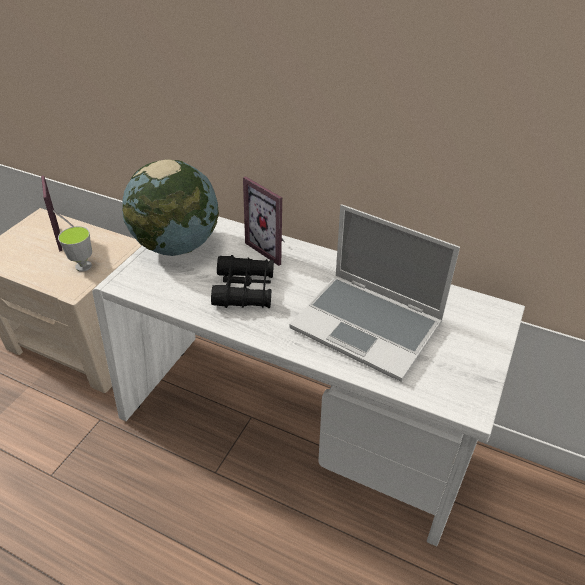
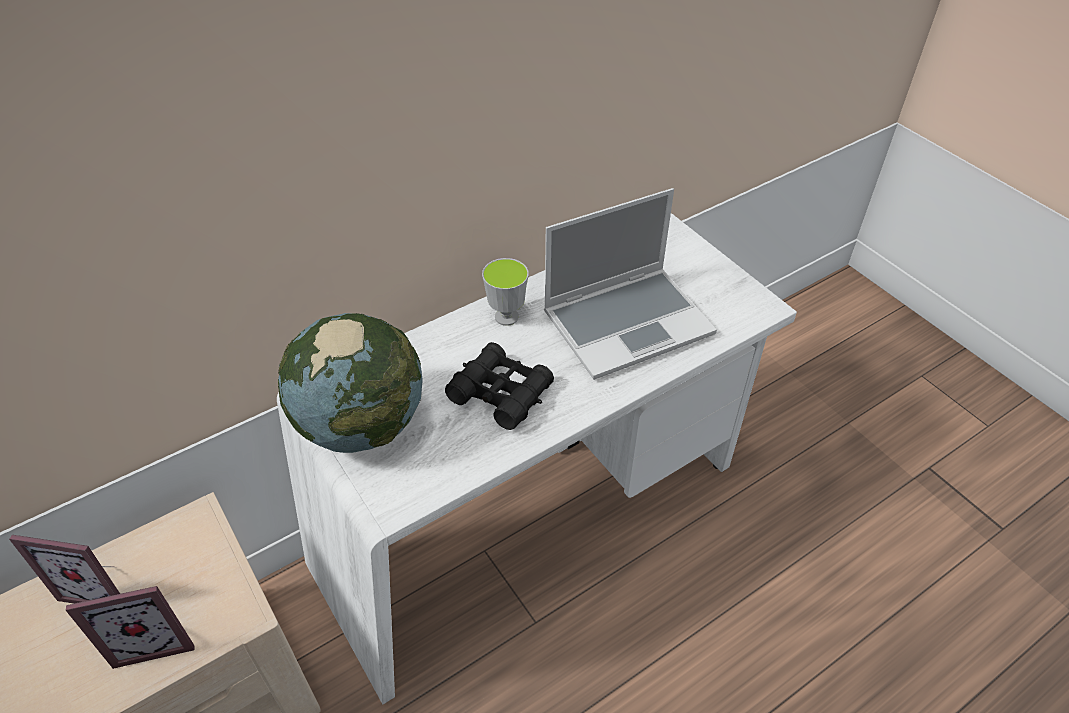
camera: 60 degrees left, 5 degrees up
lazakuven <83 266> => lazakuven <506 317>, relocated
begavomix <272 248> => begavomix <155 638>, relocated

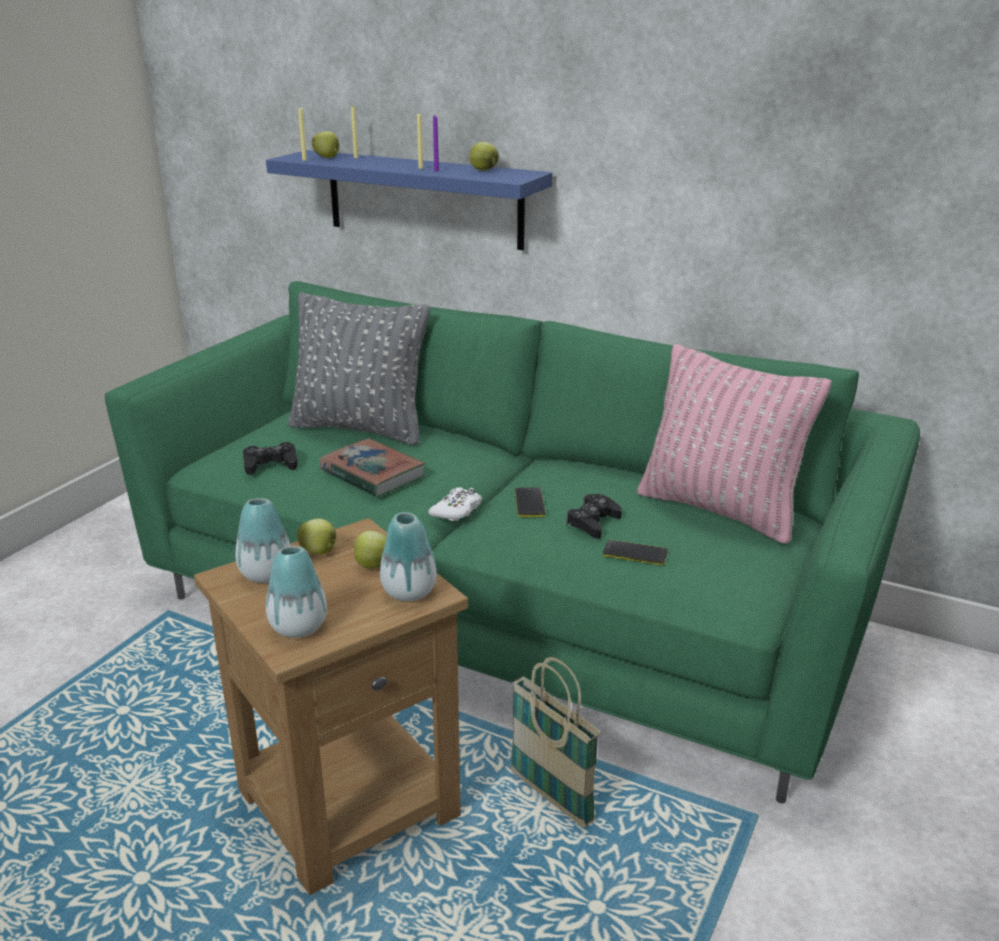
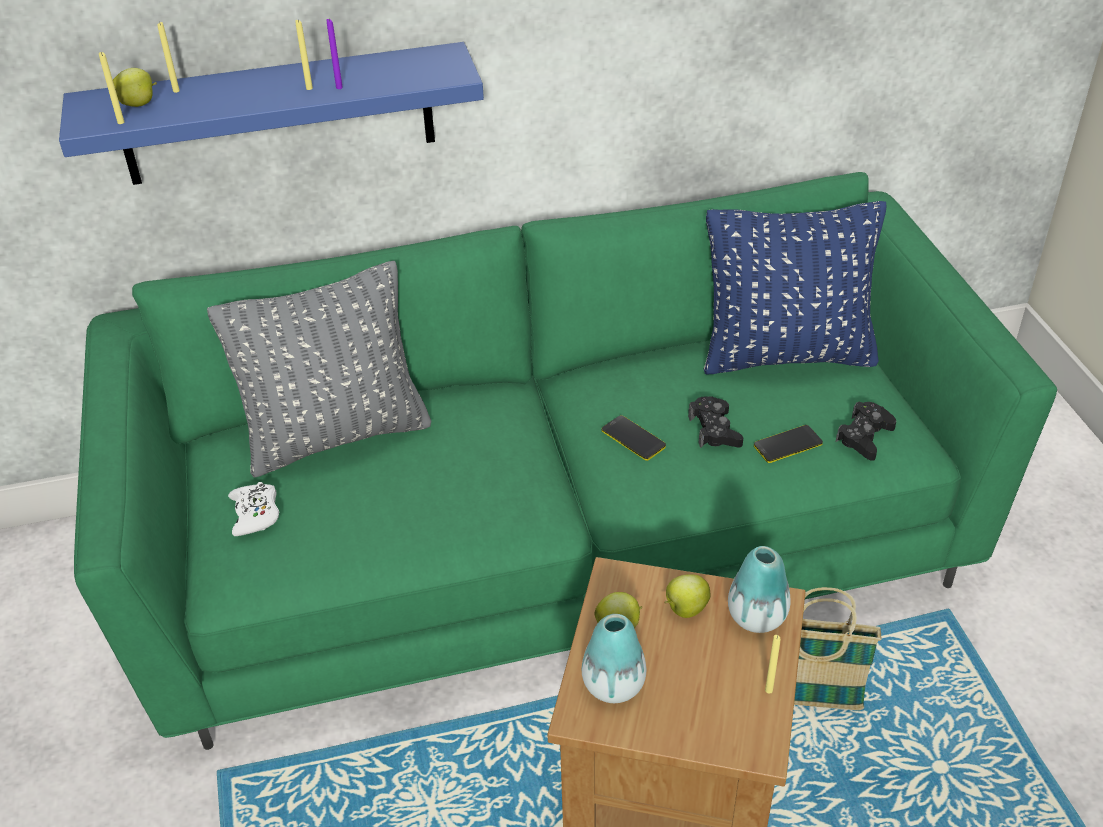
camera: 40 degrees left, 15 degrees up
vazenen <298 627> => nothing
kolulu <372 474> => nothing
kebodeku <483 170> => nothing
nothing => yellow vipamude <768 690>
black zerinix <270 464> => black zerinix <864 436>, relocated
white zerinix <457 511> => white zerinix <255 514>, relocated
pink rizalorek <720 510> => blue rizalorek <786 355>

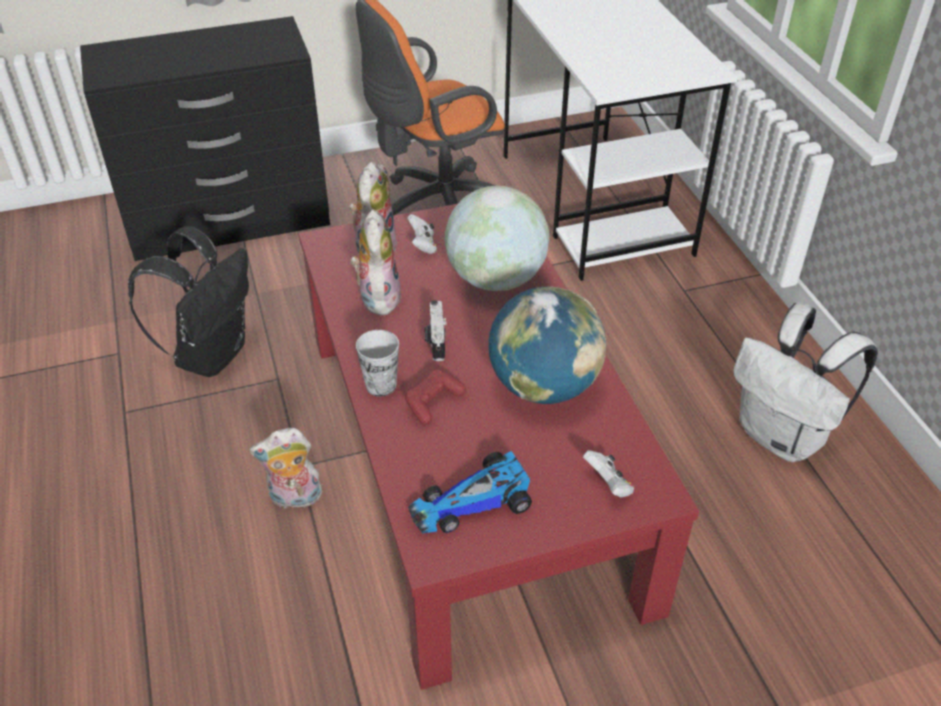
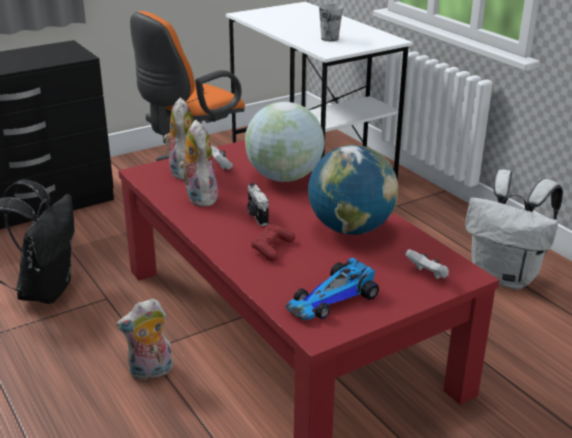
camera: 15 degrees left, 15 degrees down
lazakuven <381 385> => lazakuven <329 38>, relocated

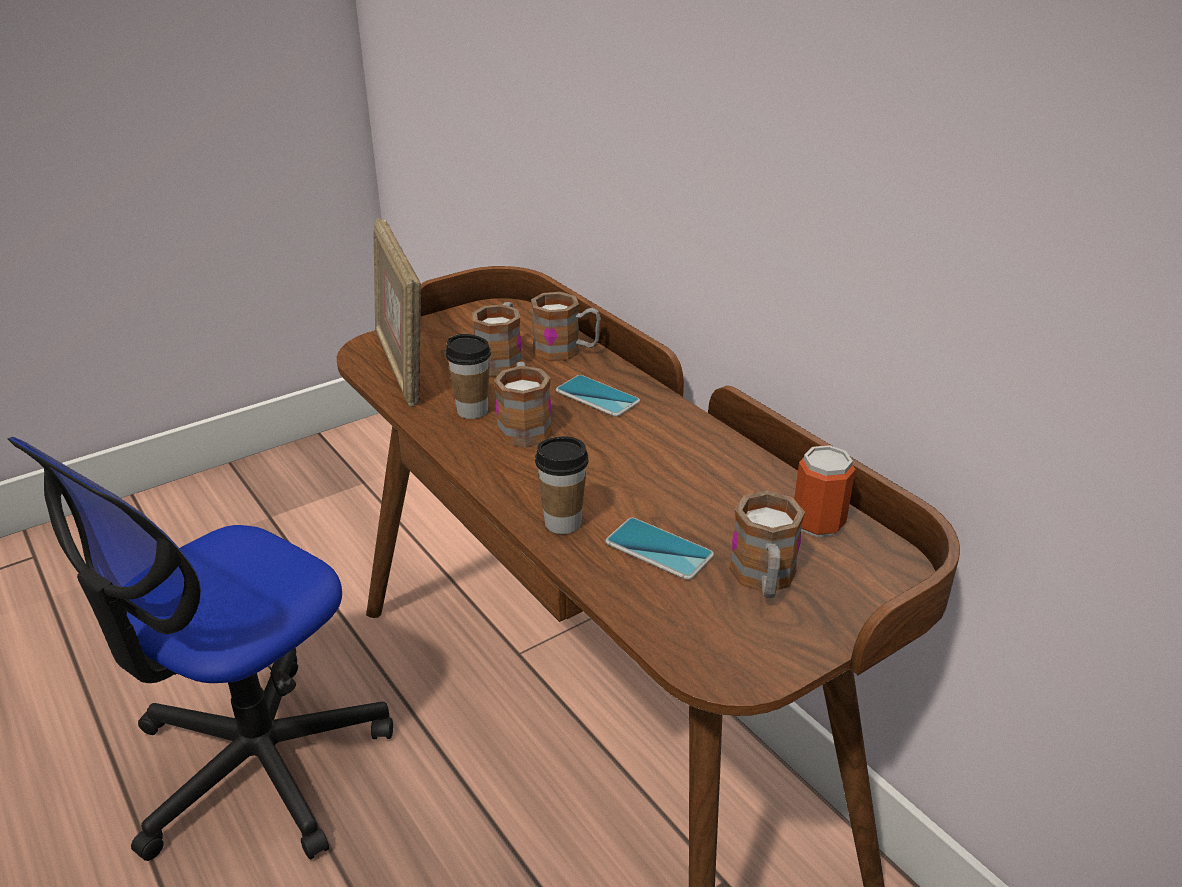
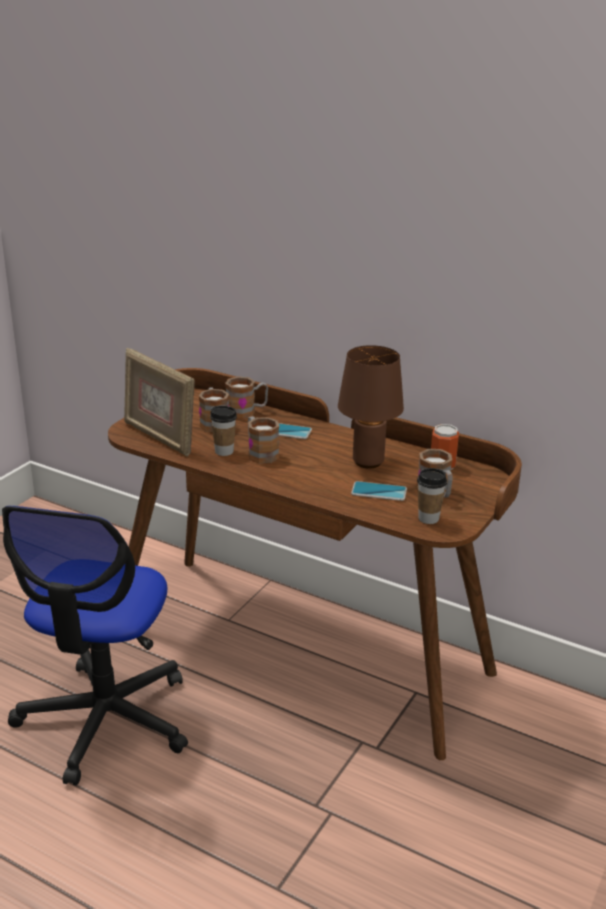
camera: 25 degrees left, 5 degrees down
nothing => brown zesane <367 462>
lazakuven <563 523> => lazakuven <428 518>, relocated

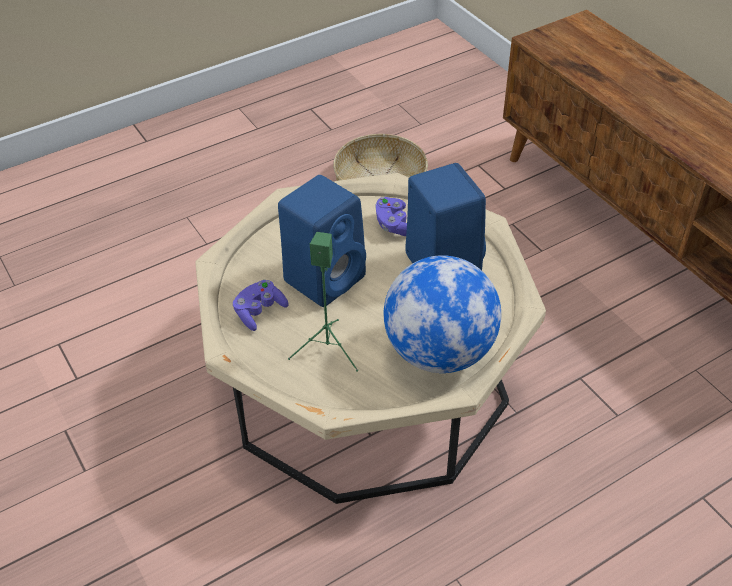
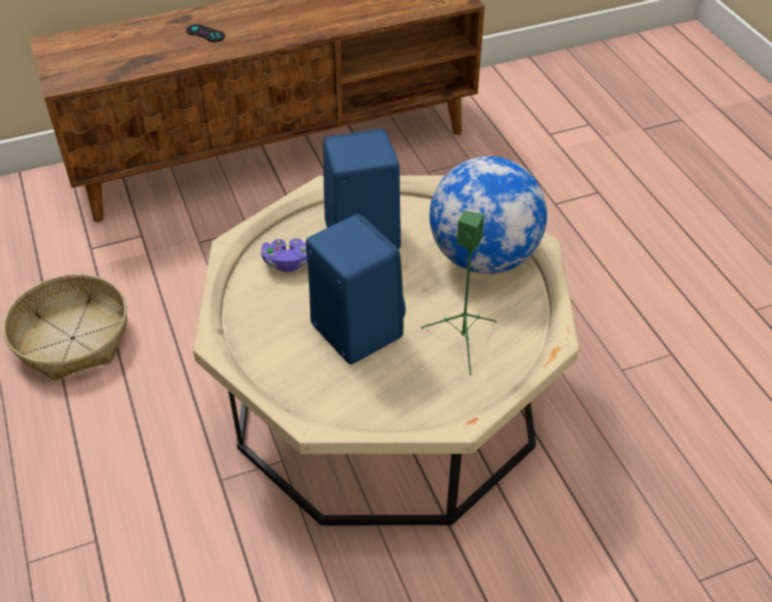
camera: 80 degrees left, 0 degrees up
purple zerinix <259 312> => nothing
nothing => black zerinix <205 33>

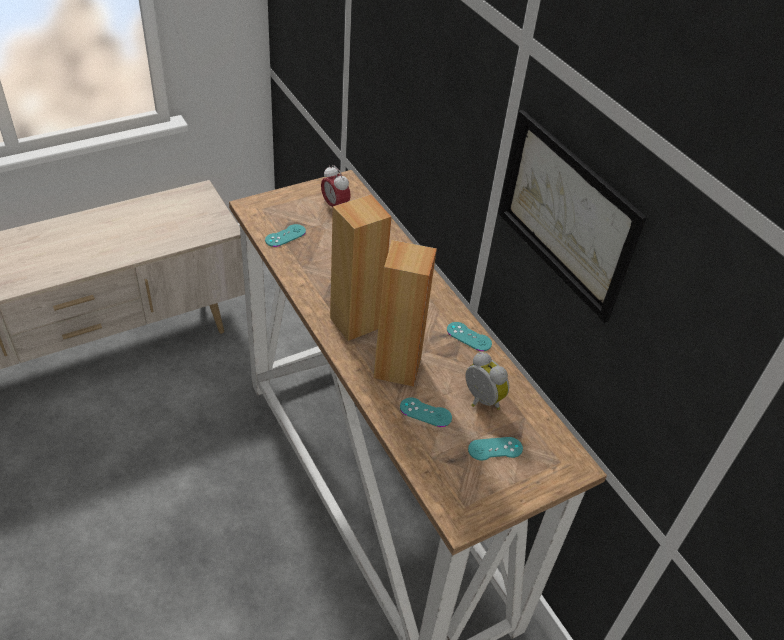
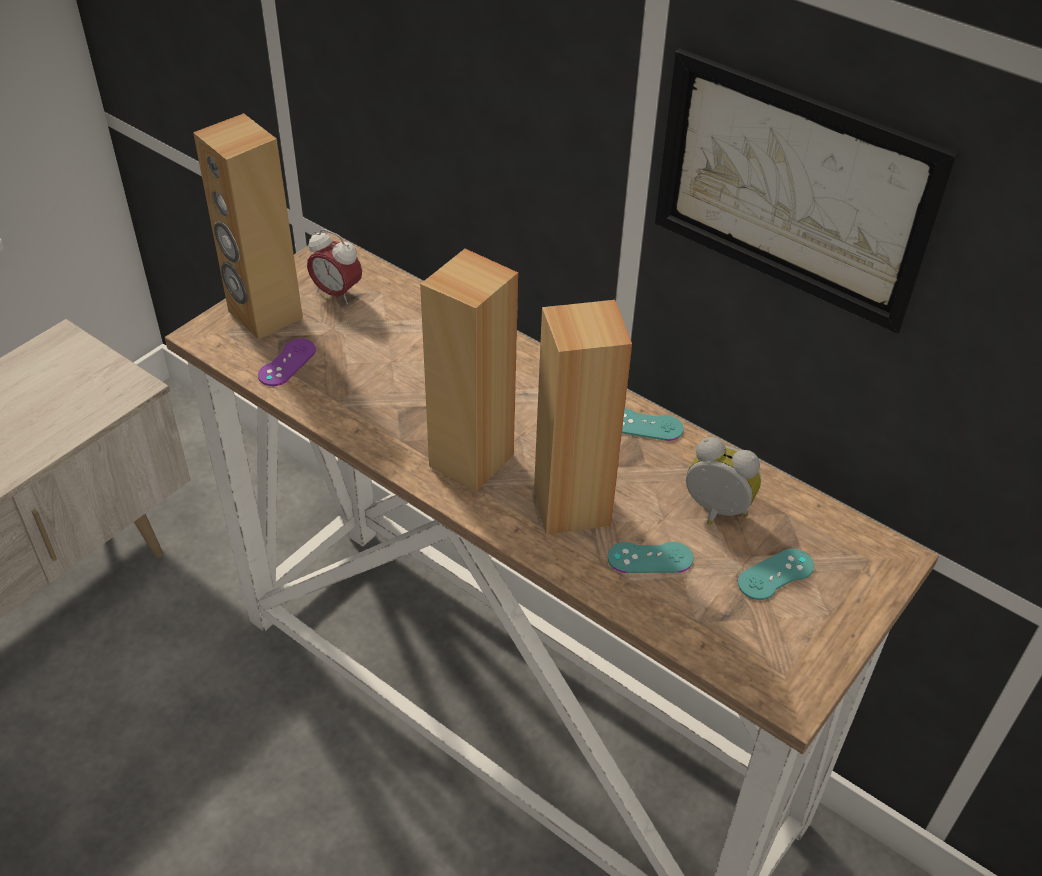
camera: 20 degrees left, 0 degrees up
nothing => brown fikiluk <264 315>
turquoise zerinix <285 236> => purple zerinix <287 362>

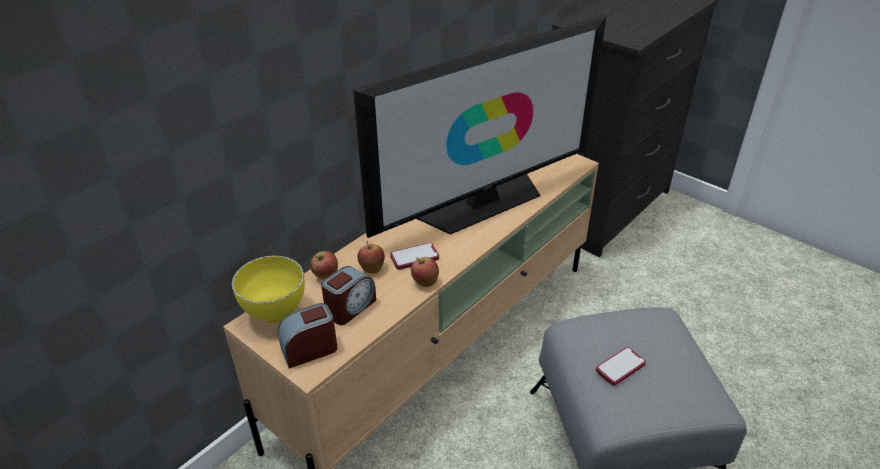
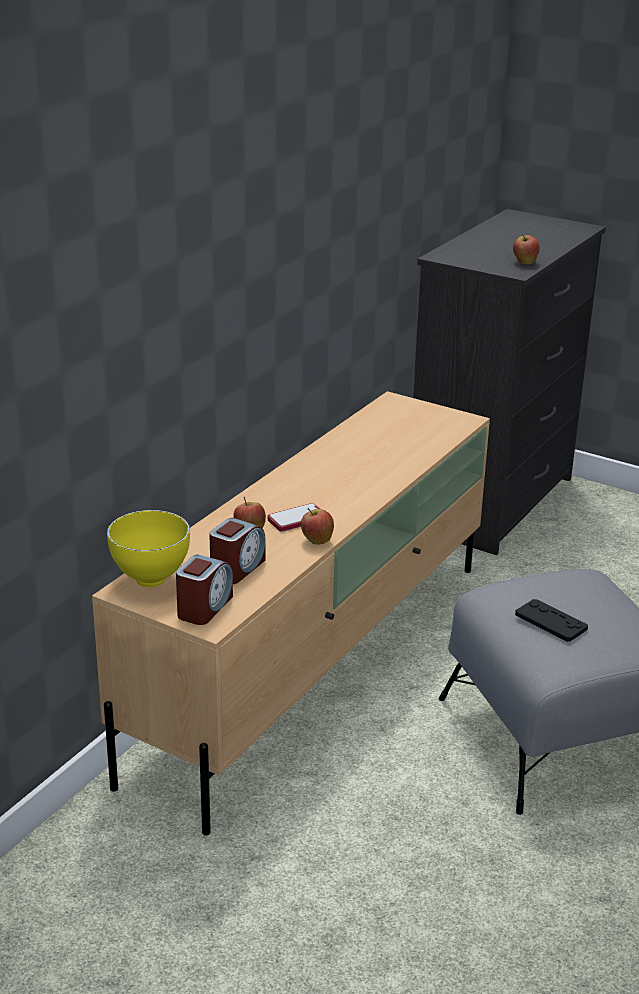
camera: 10 degrees left, 10 degrees down
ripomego <482 202> => nothing
kebodeku <325 276> => kebodeku <524 263>, relocated
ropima <620 367> => black zerinix <551 622>
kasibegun <310 349> => kasibegun <204 607>, 150 degrees clockwise

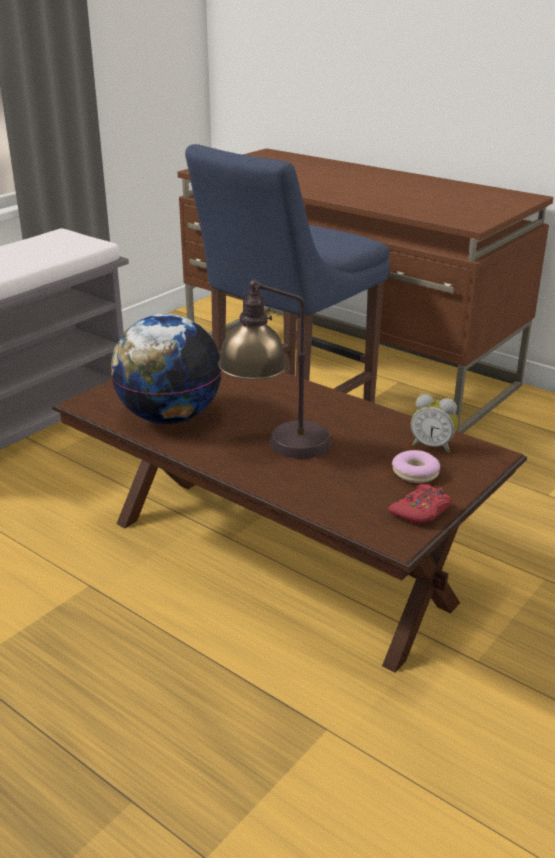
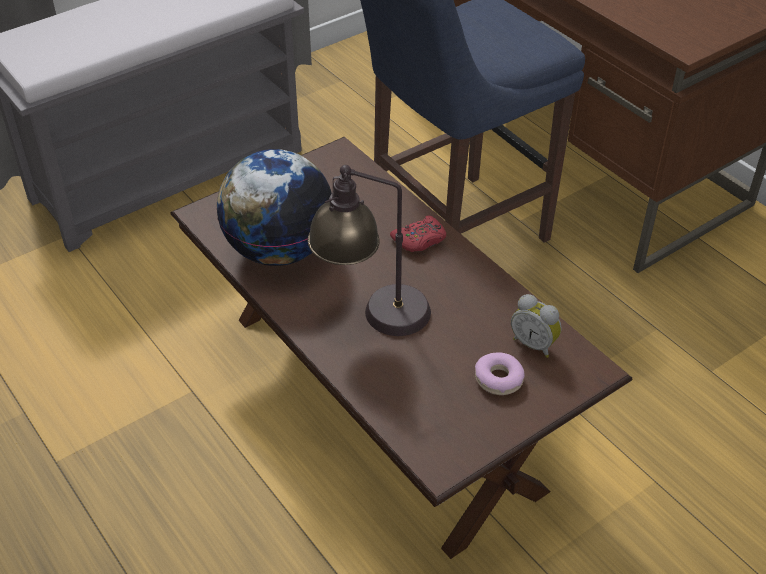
camera: 15 degrees right, 15 degrees up
red zerinix <421 511> => red zerinix <420 240>, relocated

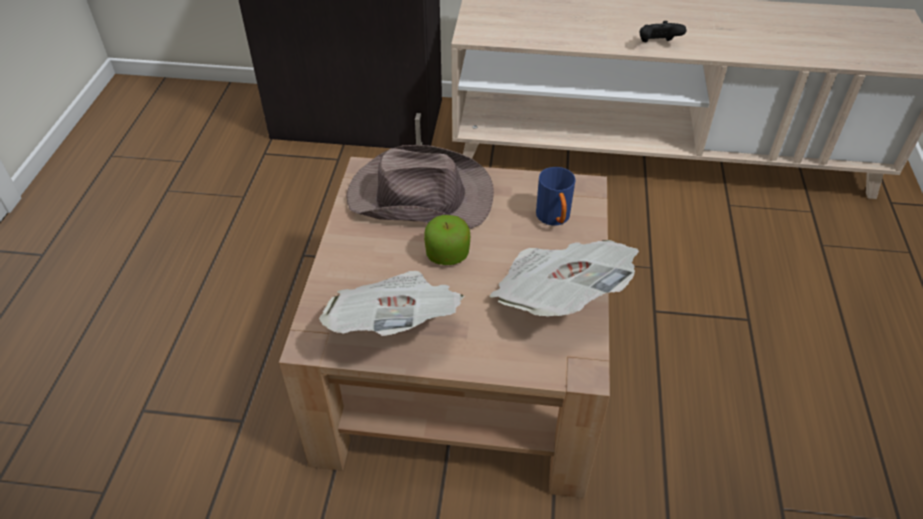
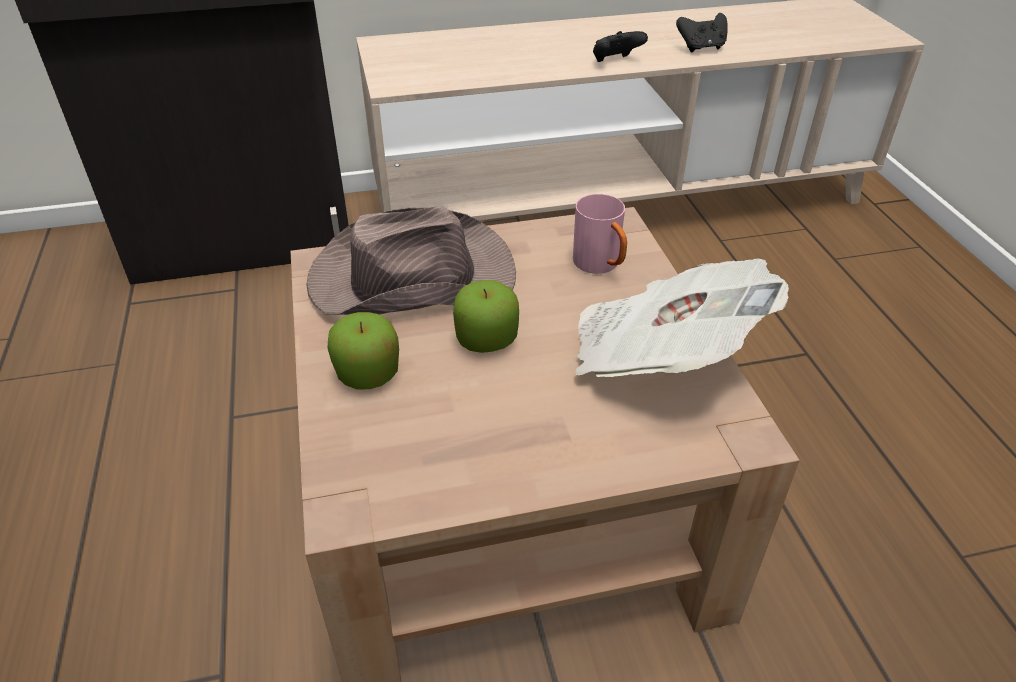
camera: 20 degrees left, 5 degrees down
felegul <395 325> => nothing
nothing => kebodeku <368 373>
nothing => black zerinix <701 48>
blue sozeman <554 219> => pink sozeman <601 266>

